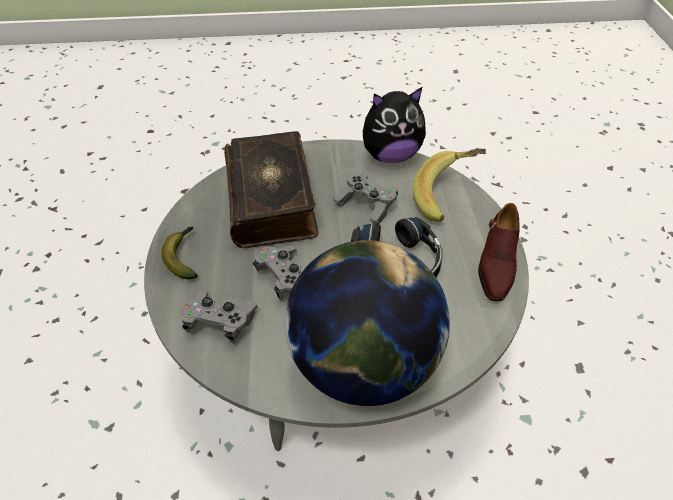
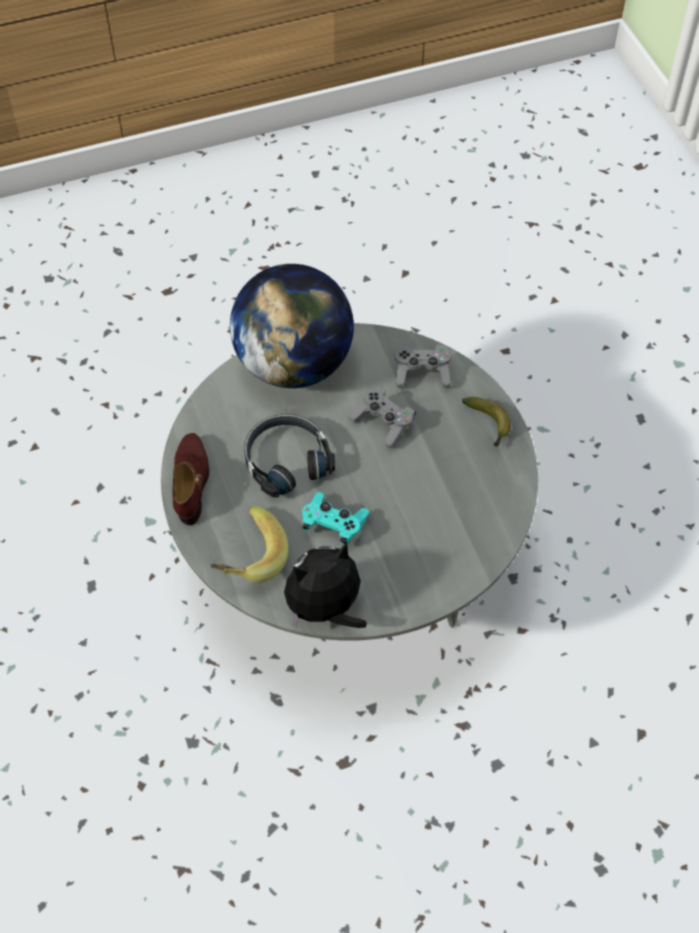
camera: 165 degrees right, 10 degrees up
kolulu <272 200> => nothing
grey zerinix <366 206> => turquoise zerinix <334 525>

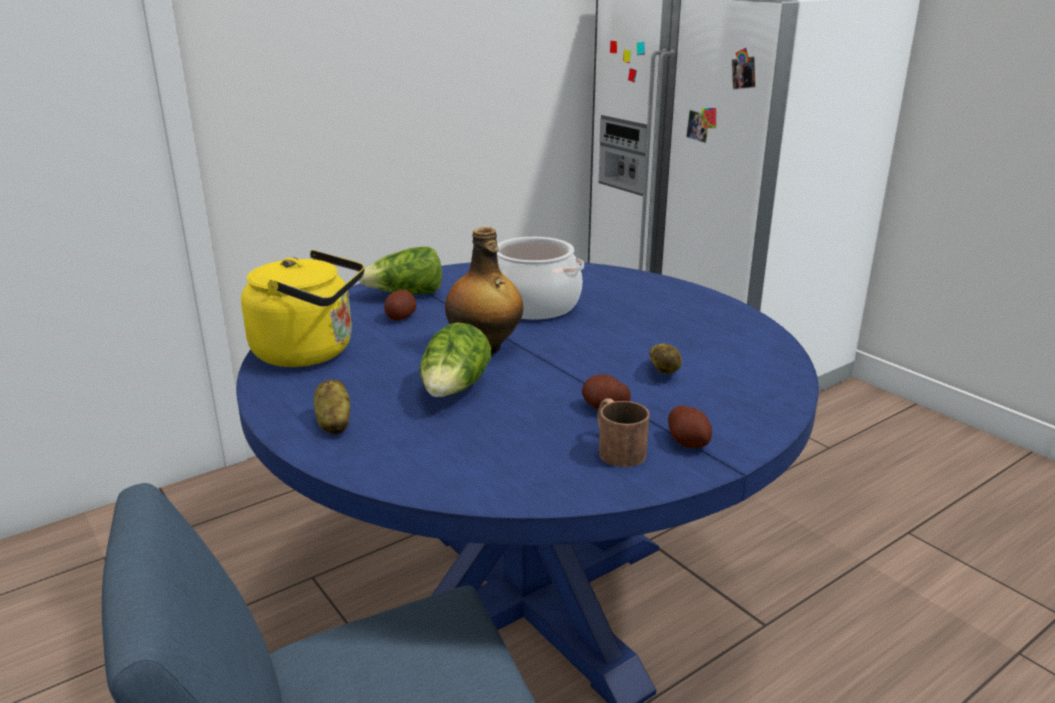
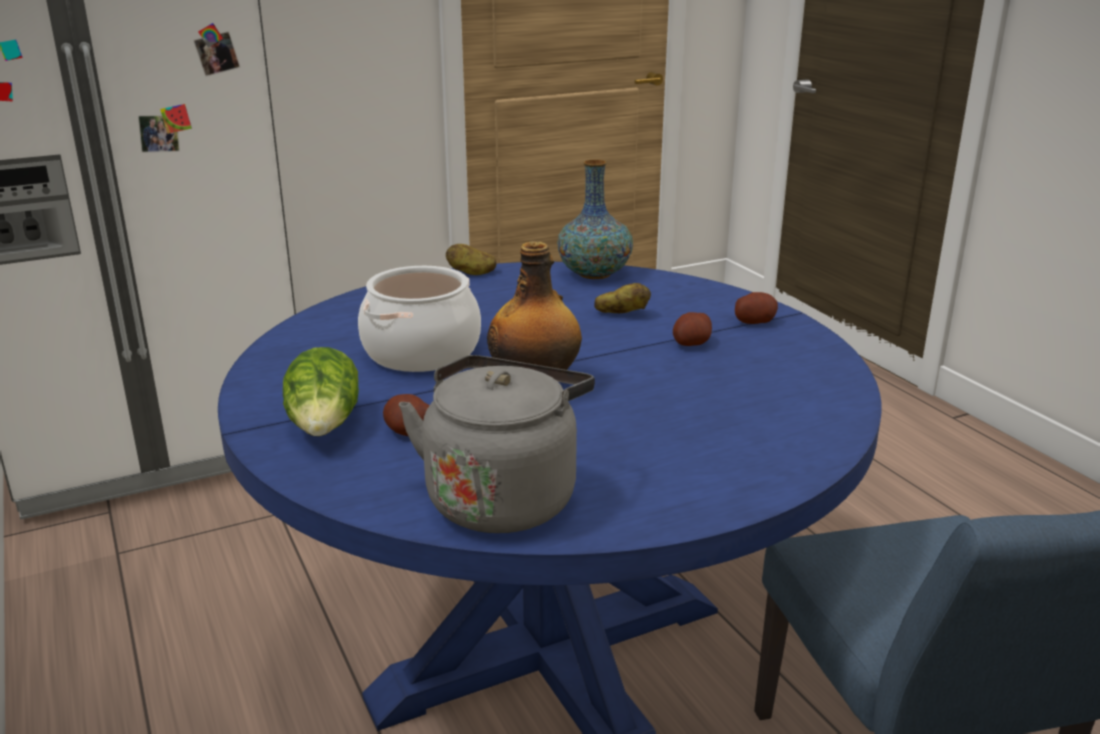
camera: 80 degrees left, 0 degrees up
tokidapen <455 390> => nothing
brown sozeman <616 448> => nothing
nothing => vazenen <594 274>
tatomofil <333 423> => tatomofil <471 273>, relocated
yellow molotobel <310 352> => grey molotobel <503 497>

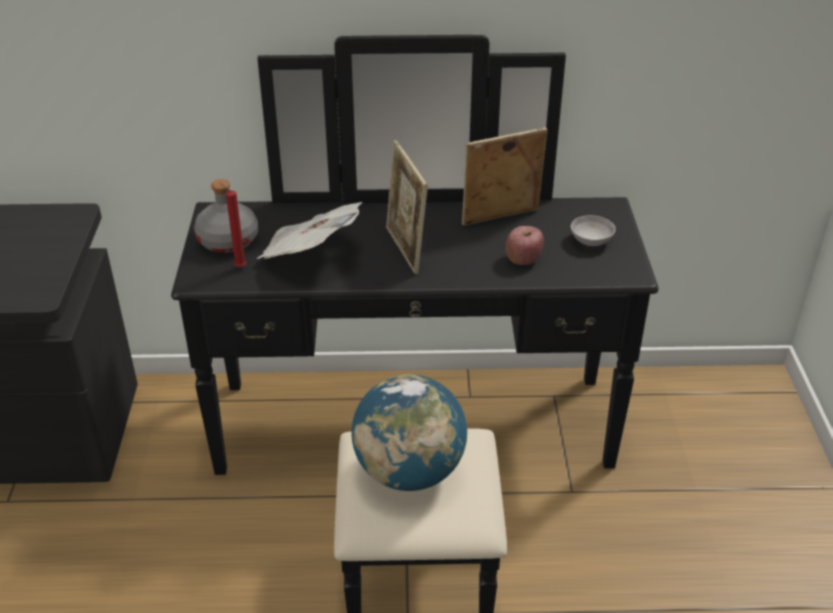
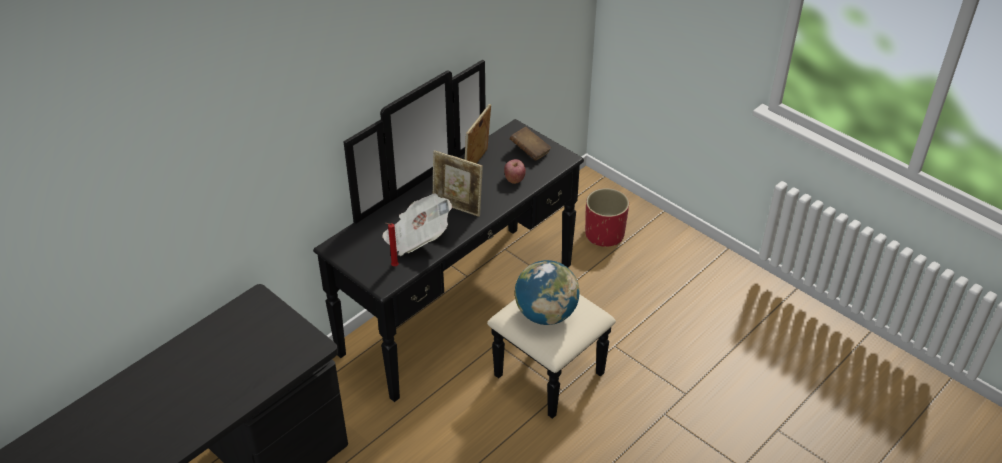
camera: 45 degrees left, 5 degrees up
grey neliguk <229 240> => nothing
nothing => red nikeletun <604 234>
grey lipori <591 240> => brown kolulu <530 151>

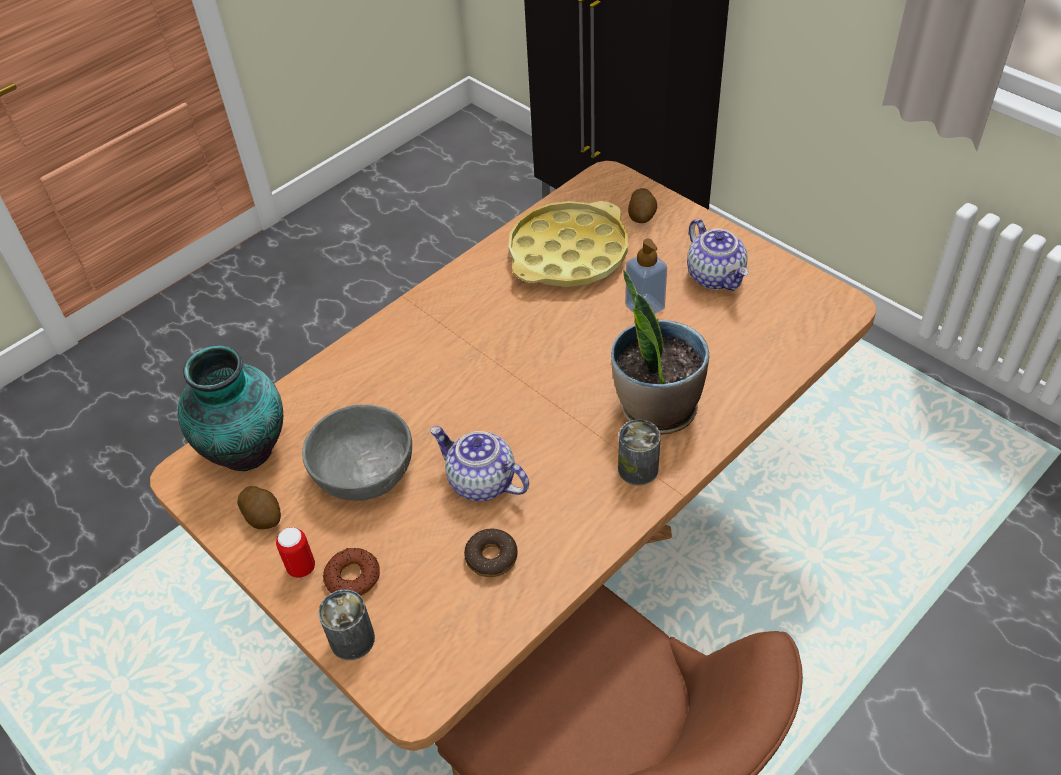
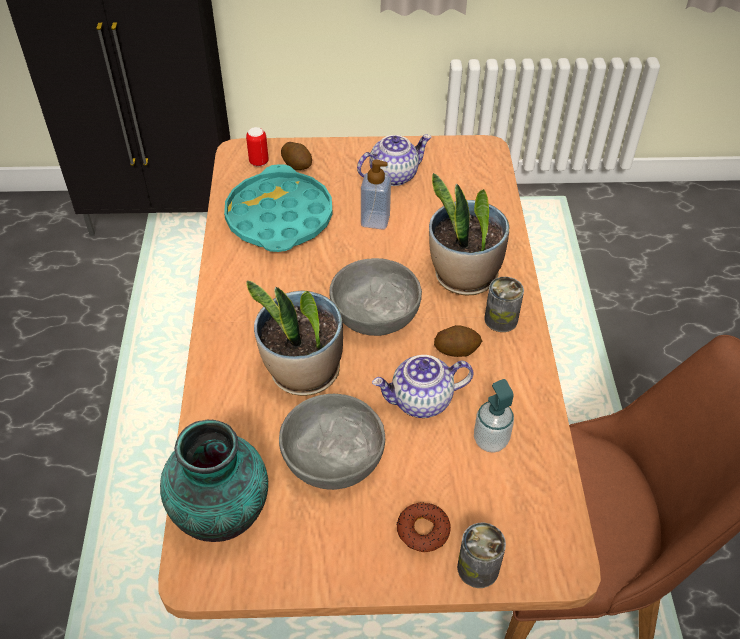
camera: 50 degrees left, 0 degrees up
nothing => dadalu <303 373>
nothing => grey lipori <374 314>
tatomofil <263 516> => tatomofil <456 349>, relocated
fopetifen <301 567> => fopetifen <259 162>, relocated
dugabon <491 557> => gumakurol <490 440>
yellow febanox <568 253> => turquoise febanox <279 217>
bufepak <716 276> => bufepak <393 175>, 45 degrees counterclockwise

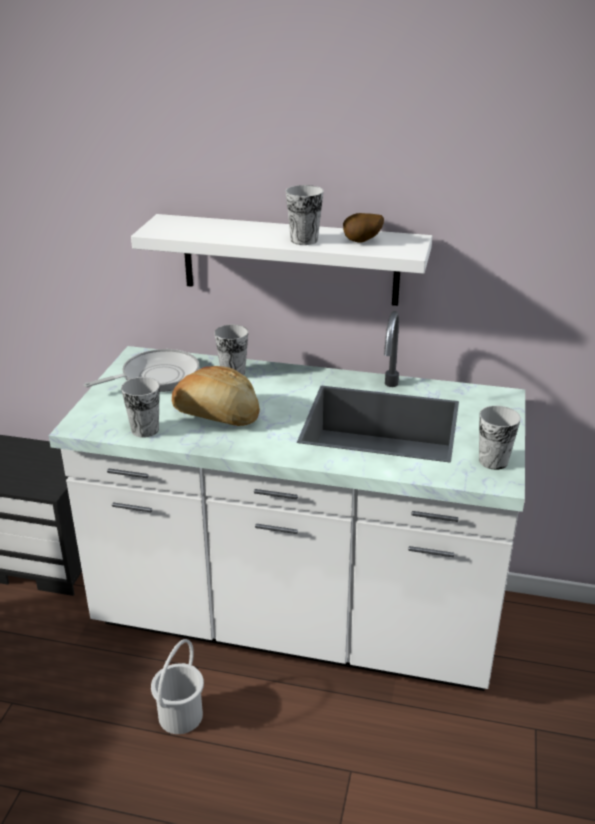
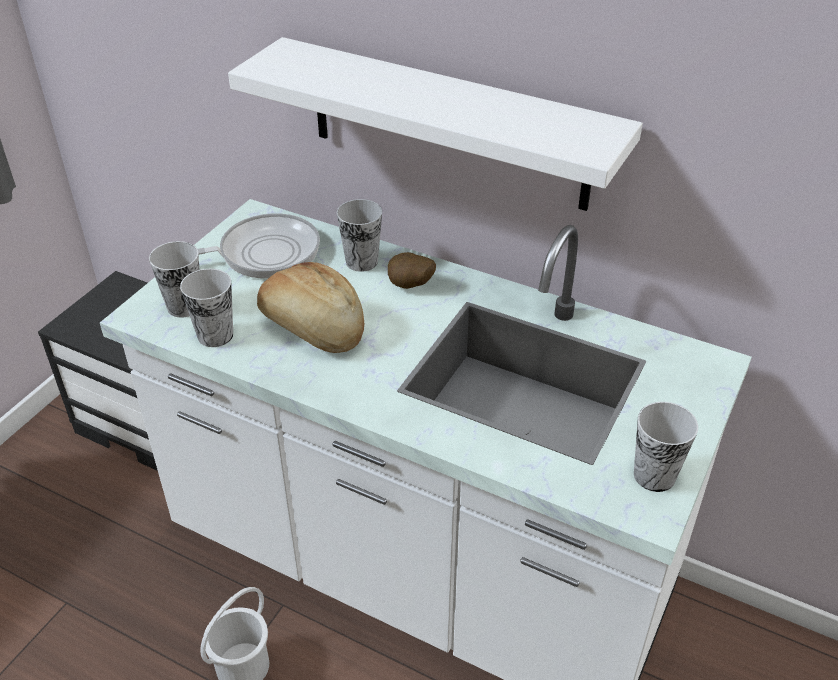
camera: 15 degrees right, 10 degrees up
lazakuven <304 240> => lazakuven <184 306>, relocated
tatomofil <362 242> => tatomofil <410 286>, relocated

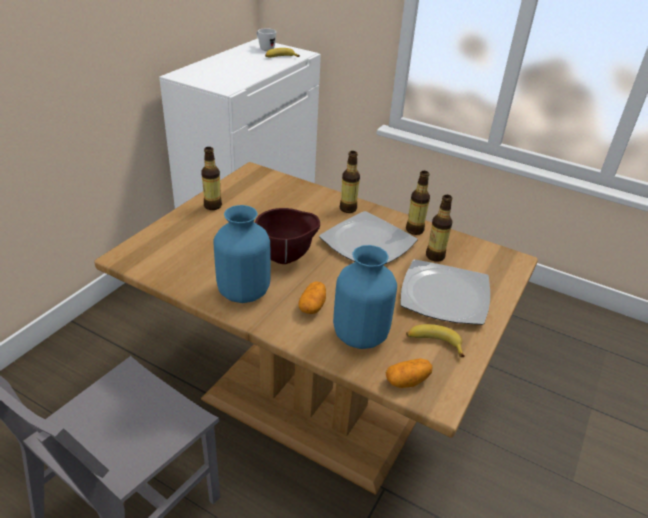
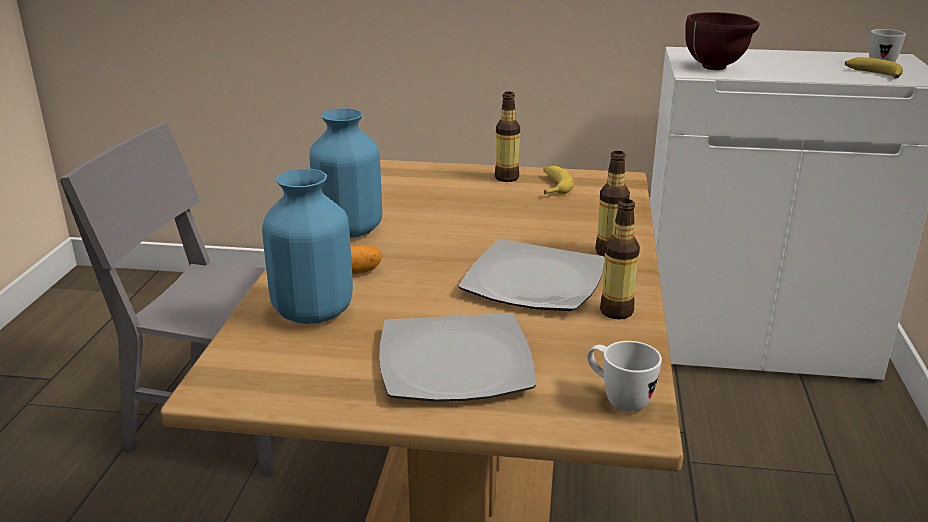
camera: 70 degrees right, 10 degrees down
tatomofil <407 381> => nothing
neliguk <435 256> => nothing
nothing => white sozeman <618 399>
brown lipori <287 258> => brown lipori <717 68>, relocated
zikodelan <434 343> => zikodelan <553 186>, relocated

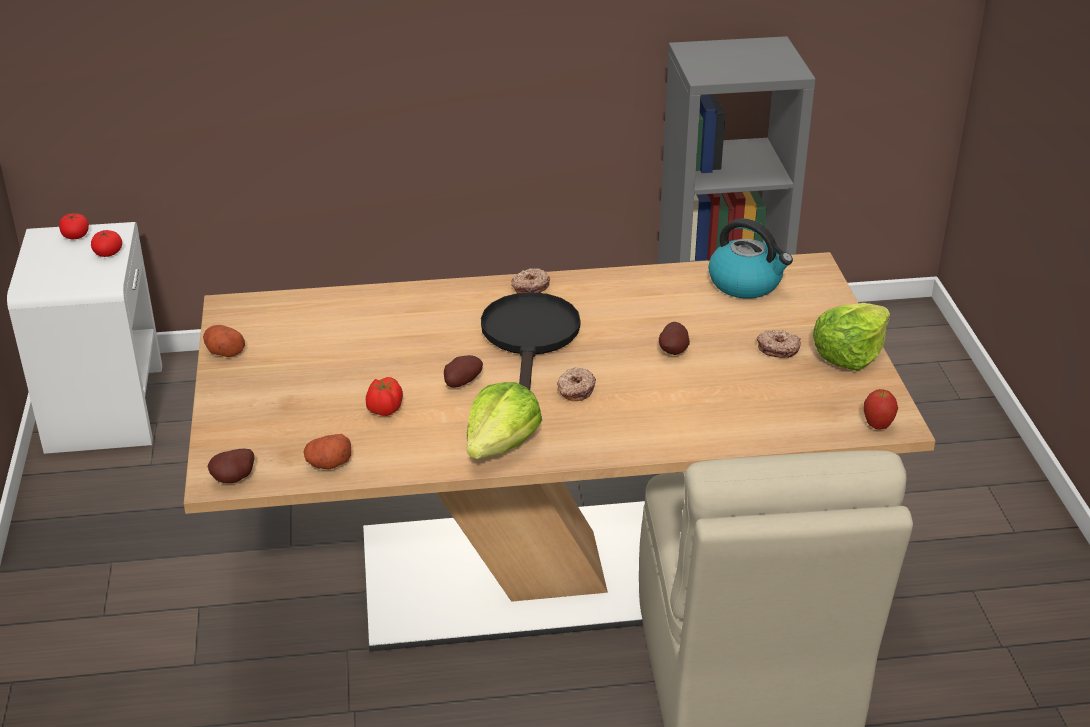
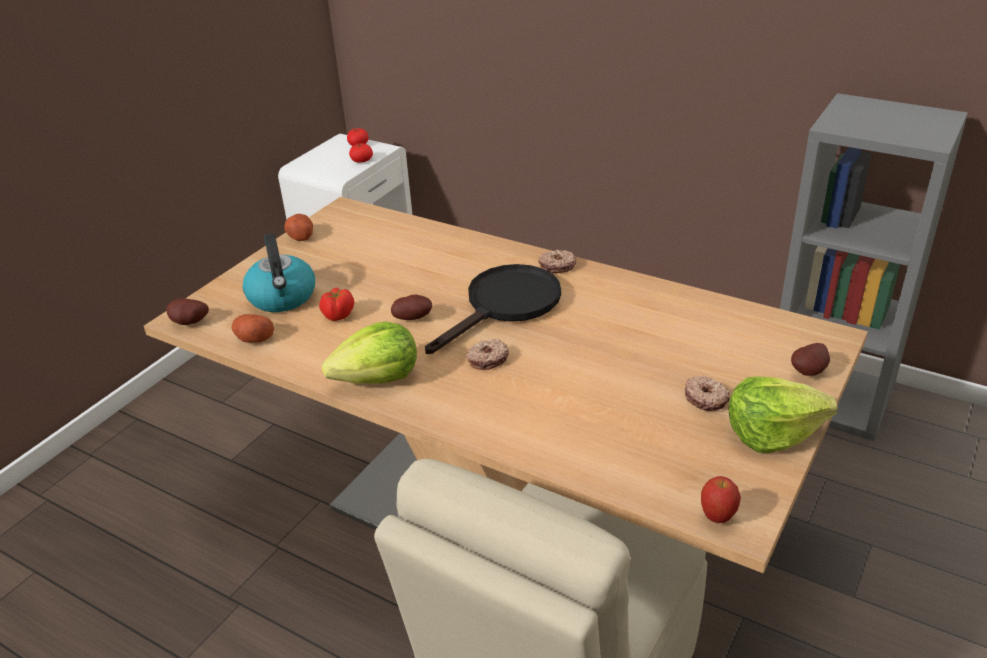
camera: 40 degrees right, 0 degrees up
tatomofil <674 351> => tatomofil <810 372>, relocated
molotobel <746 283> => molotobel <282 298>, relocated

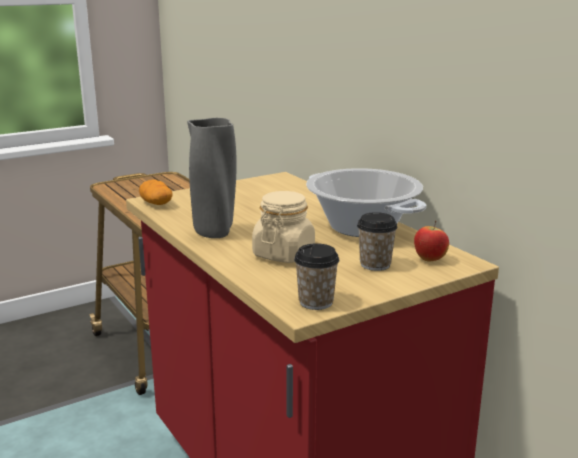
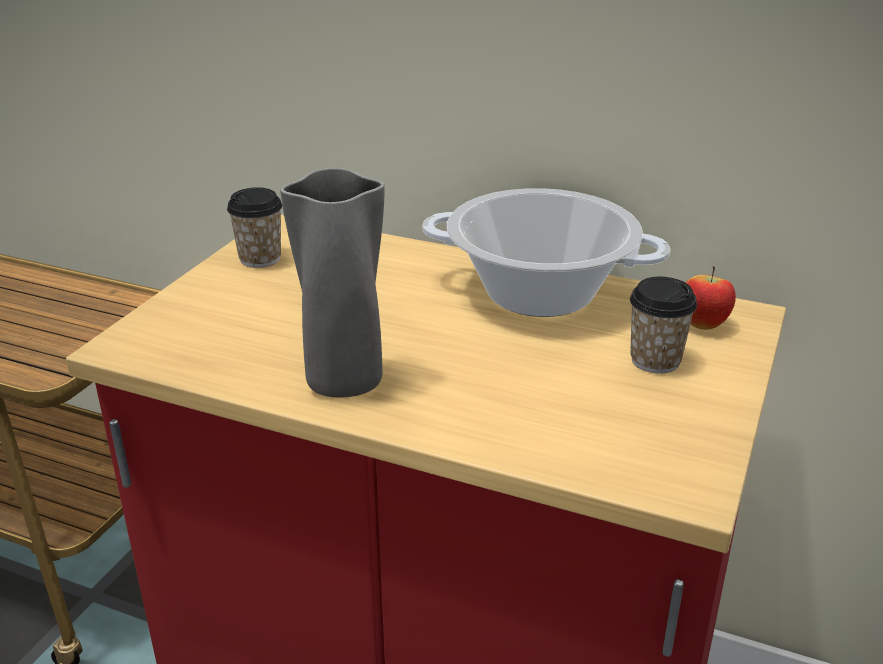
camera: 35 degrees left, 10 degrees up
tatomofil <156 203> => nothing
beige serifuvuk <284 254> => nothing
lazakuven <316 302> => lazakuven <260 259>, relocated

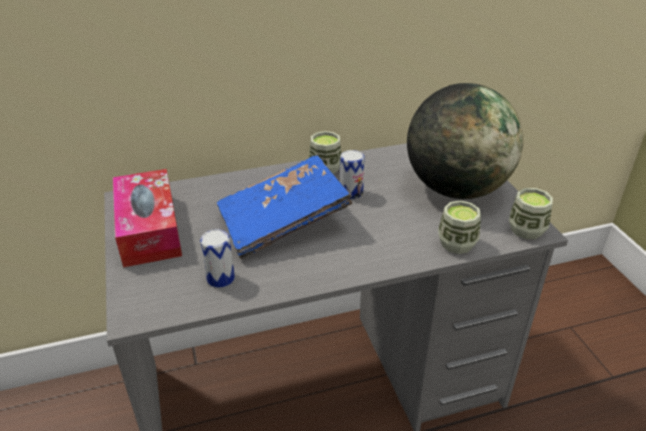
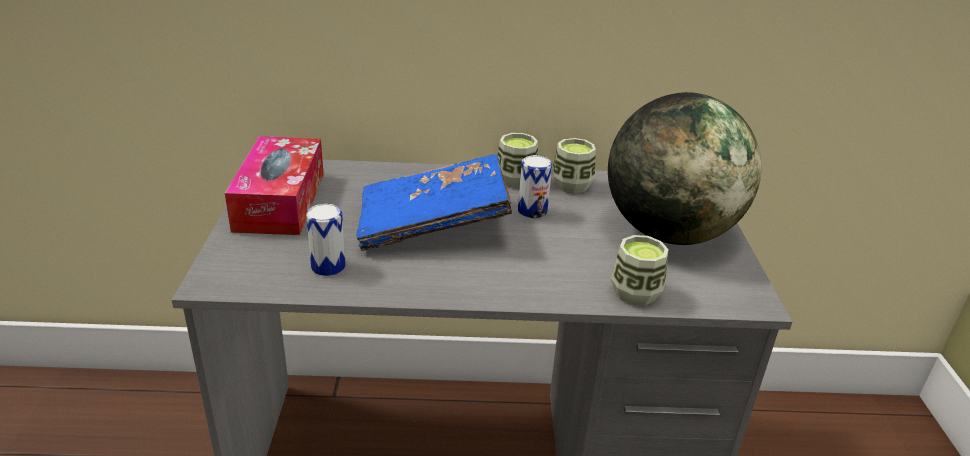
camera: 15 degrees right, 5 degrees down
lazakuven <526 230> => lazakuven <571 185>, relocated

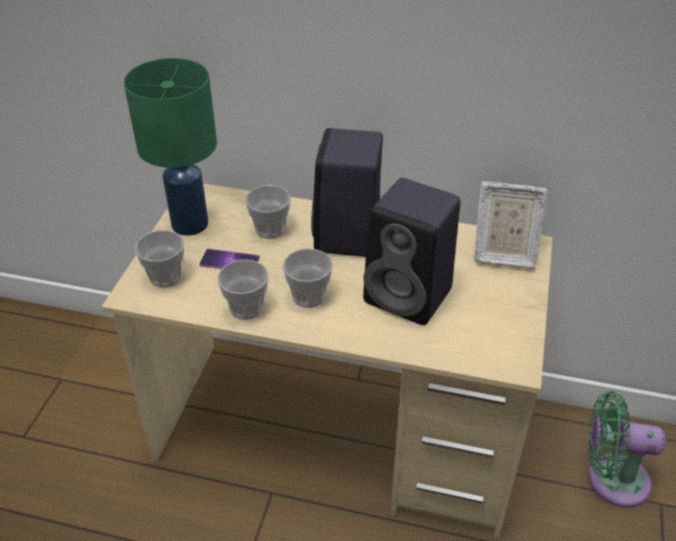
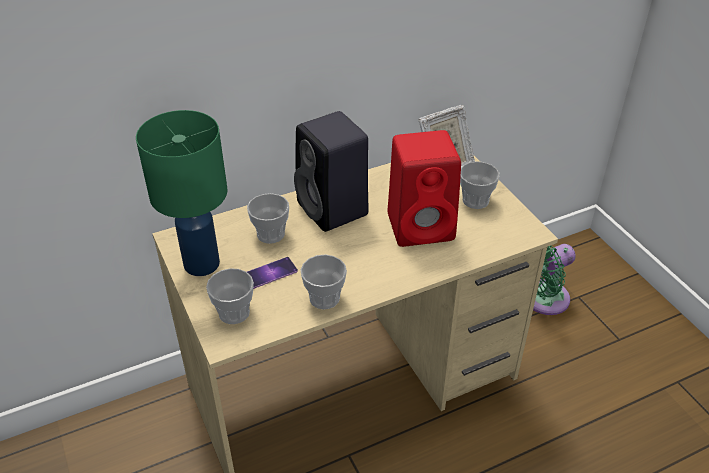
camera: 40 degrees left, 0 degrees up
lazakuven <308 296> => lazakuven <475 200>, relocated
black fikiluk <410 296> => red fikiluk <423 226>

